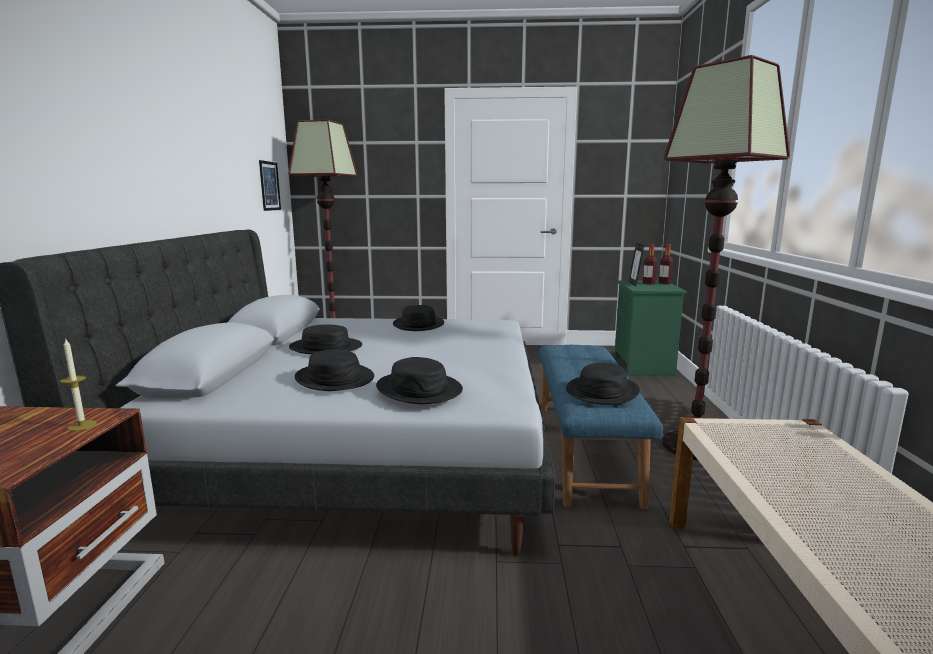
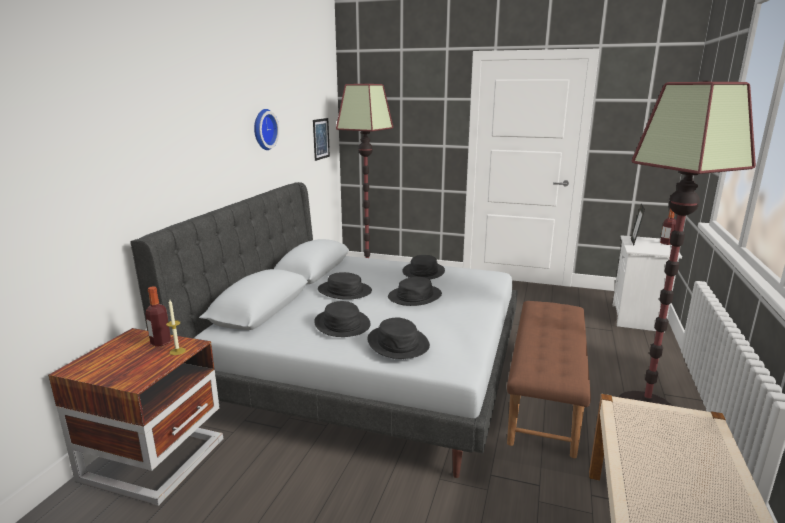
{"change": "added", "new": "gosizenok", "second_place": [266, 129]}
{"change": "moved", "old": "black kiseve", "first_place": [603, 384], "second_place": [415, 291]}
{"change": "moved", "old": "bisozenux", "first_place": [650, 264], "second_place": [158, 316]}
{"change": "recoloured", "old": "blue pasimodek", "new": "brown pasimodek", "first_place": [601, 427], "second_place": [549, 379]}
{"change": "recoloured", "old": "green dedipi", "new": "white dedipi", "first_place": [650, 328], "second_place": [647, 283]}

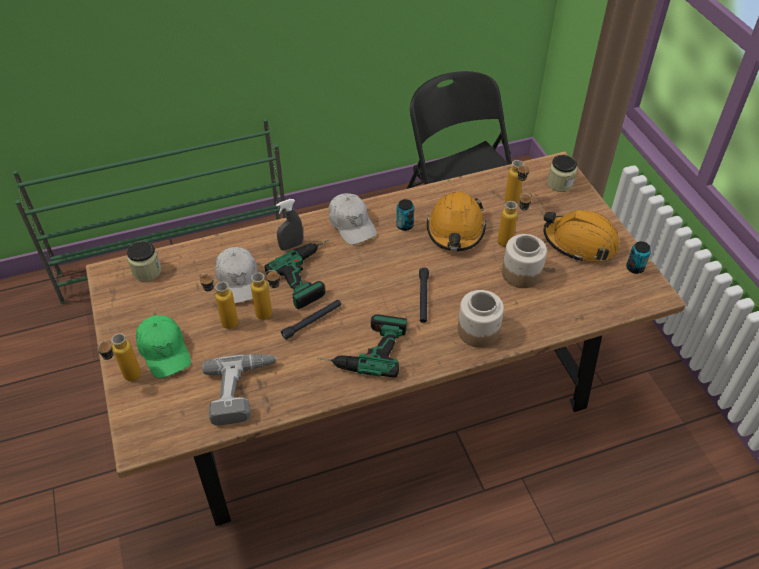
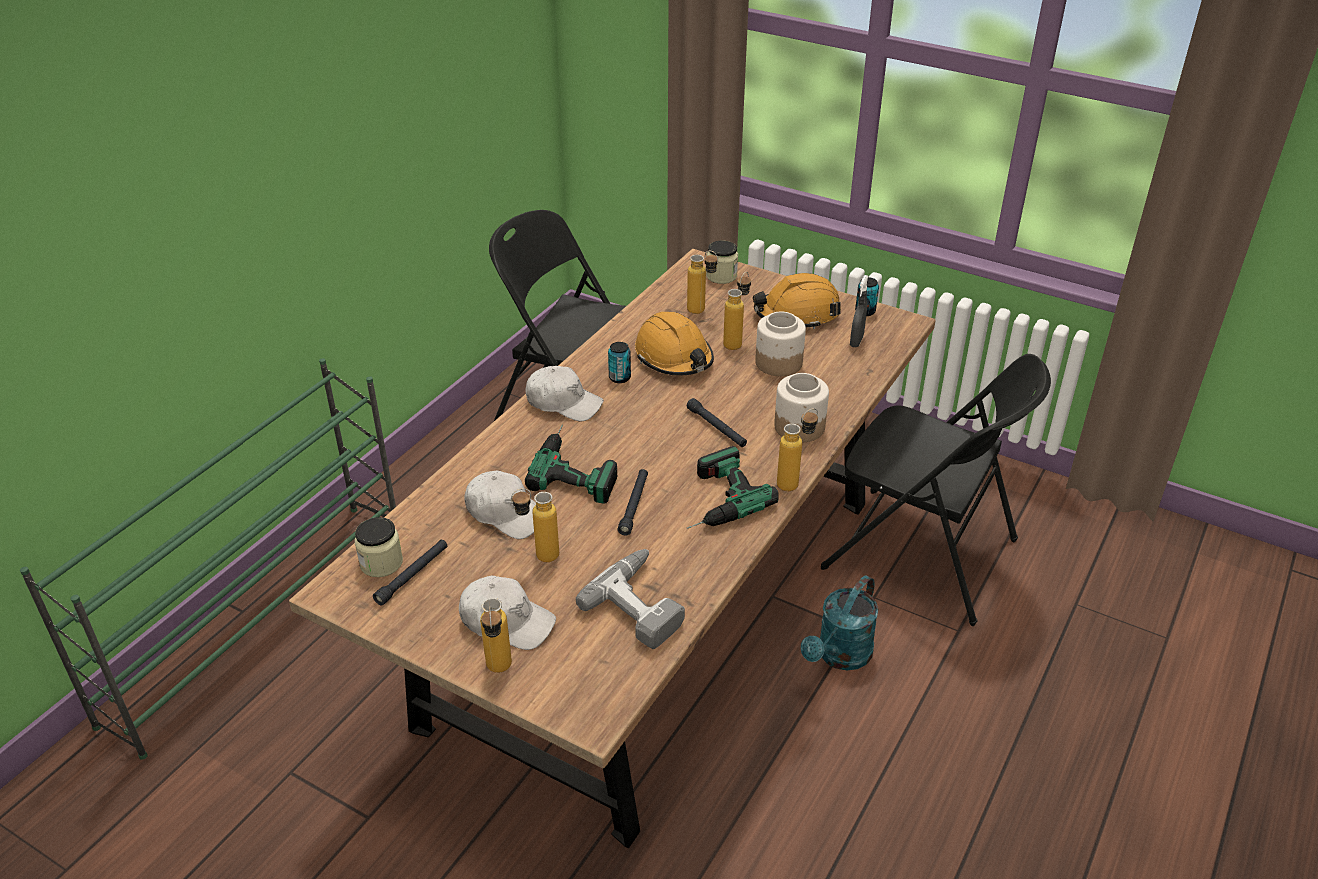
{"change": "added", "new": "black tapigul", "second_place": [410, 573]}
{"change": "added", "new": "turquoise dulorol", "second_place": [839, 622]}
{"change": "added", "new": "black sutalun", "second_place": [936, 490]}
{"change": "moved", "old": "bisozenux", "first_place": [266, 295], "second_place": [797, 449]}
{"change": "moved", "old": "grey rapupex", "first_place": [289, 224], "second_place": [859, 311]}
{"change": "recoloured", "old": "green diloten", "new": "white diloten", "first_place": [163, 346], "second_place": [507, 613]}

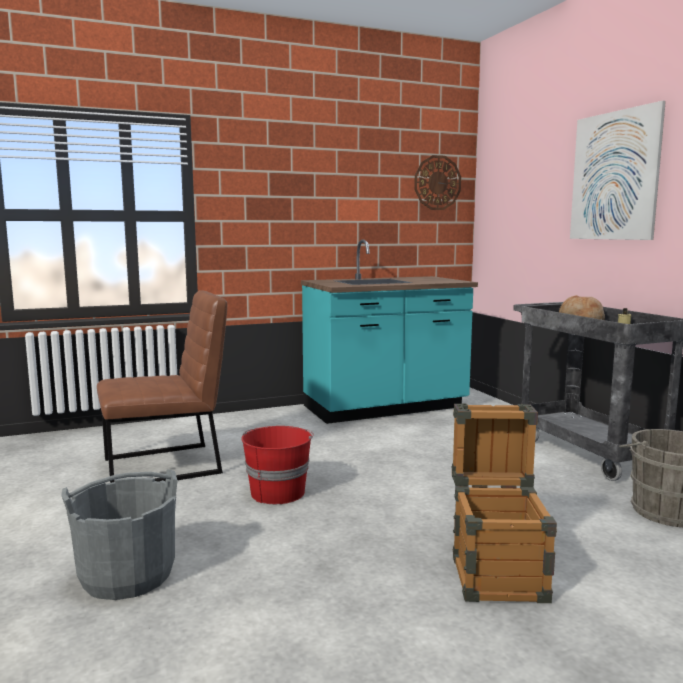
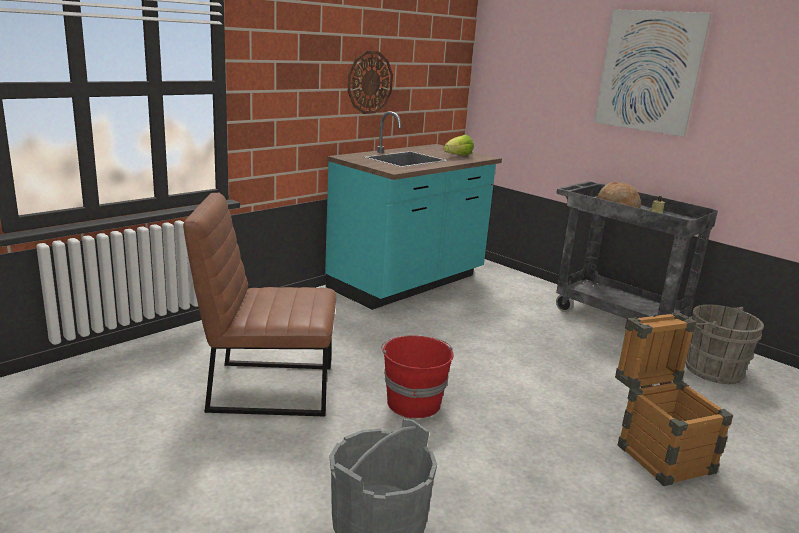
{"change": "added", "new": "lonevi", "second_place": [459, 145]}
{"change": "moved", "old": "gosizenok", "first_place": [437, 182], "second_place": [370, 82]}
{"change": "turned", "old": "brown sutalun", "first_place": [162, 386], "second_place": [259, 305], "degrees": -135}

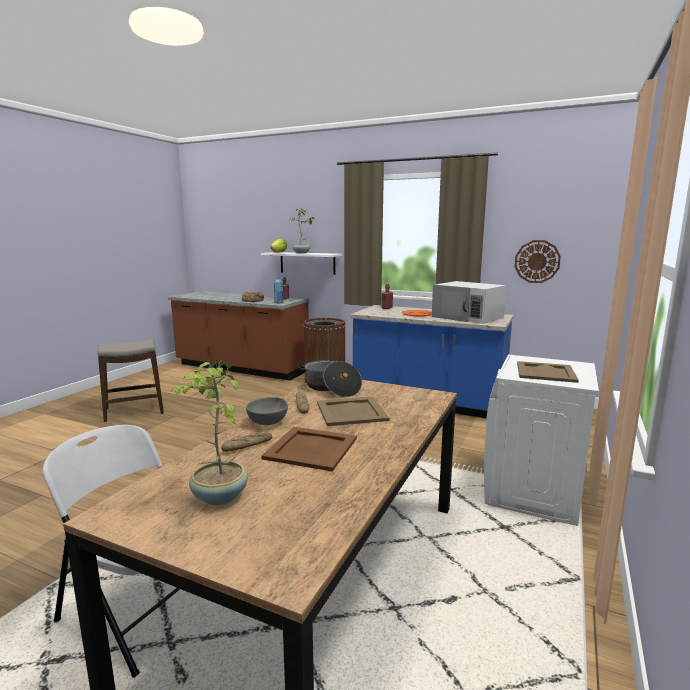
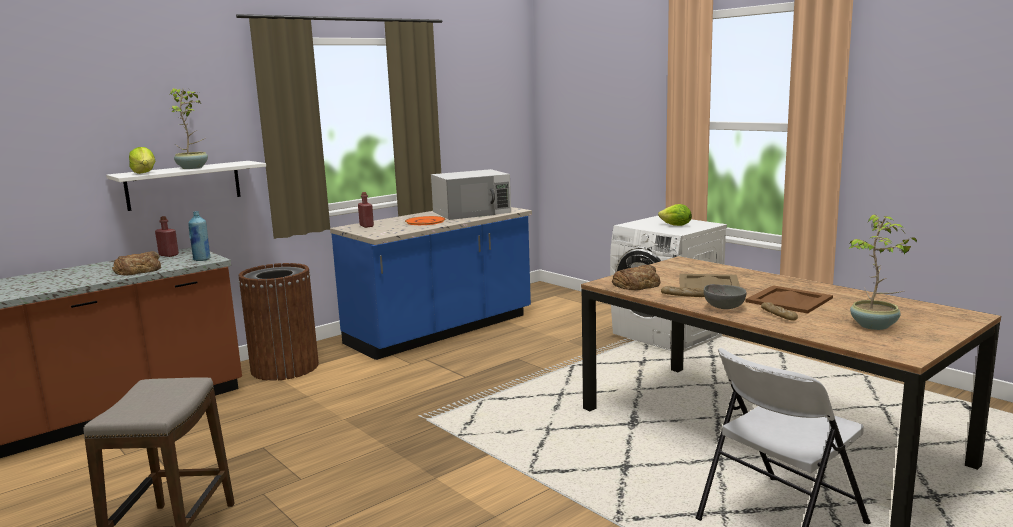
{"change": "removed", "old": "gosizenok", "first_place": [538, 261]}
{"change": "replaced", "old": "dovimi", "new": "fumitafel", "first_place": [329, 378], "second_place": [636, 277]}
{"change": "replaced", "old": "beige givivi", "new": "lonevi", "first_place": [548, 372], "second_place": [675, 215]}

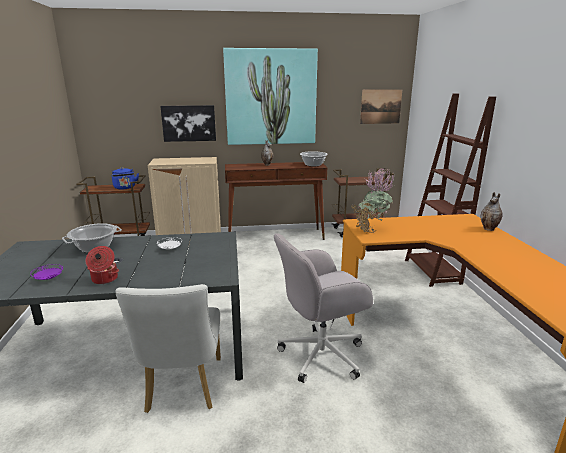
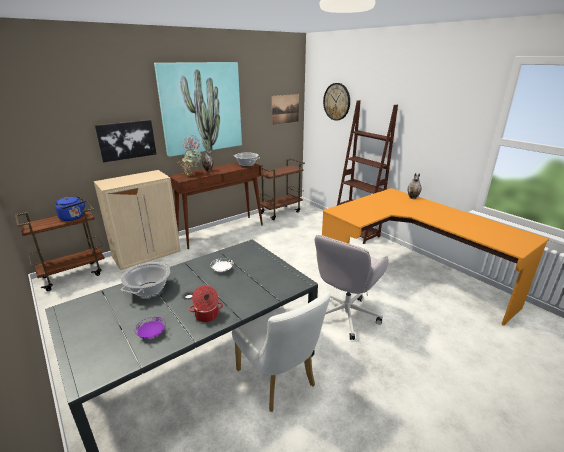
{"change": "added", "new": "gosizenok", "second_place": [336, 102]}
{"change": "moved", "old": "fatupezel", "first_place": [373, 200], "second_place": [190, 156]}

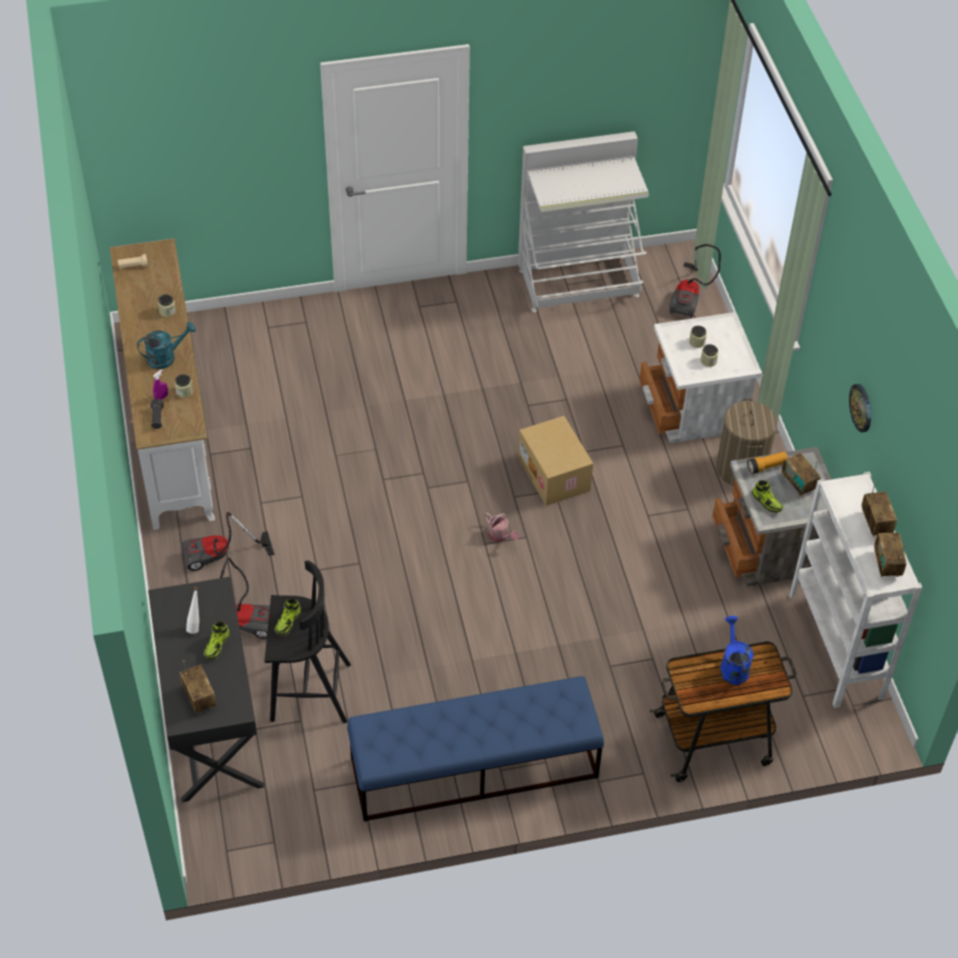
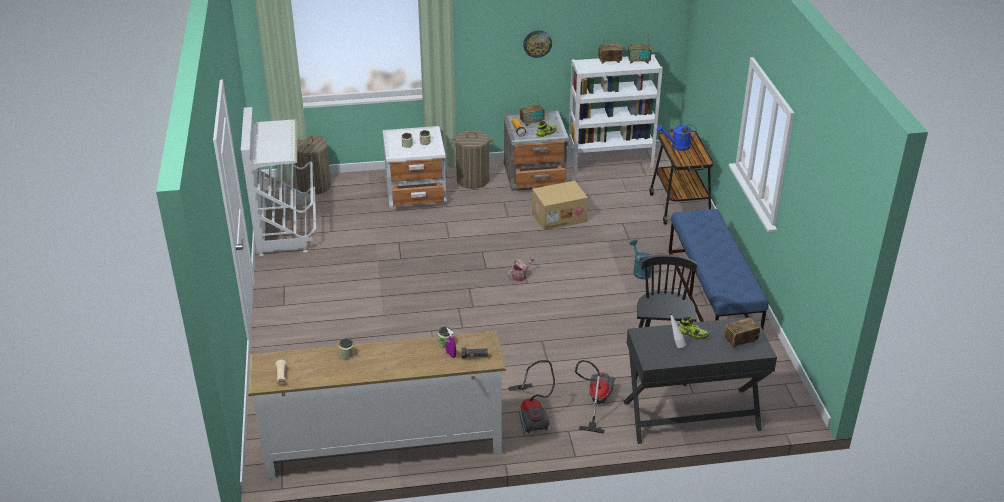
{"change": "removed", "old": "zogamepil", "first_place": [288, 617]}
{"change": "moved", "old": "turquoise dulorol", "first_place": [166, 345], "second_place": [641, 259]}
{"change": "moved", "old": "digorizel", "first_place": [555, 461], "second_place": [560, 205]}
{"change": "replaced", "old": "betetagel", "new": "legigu", "first_place": [695, 281], "second_place": [313, 165]}

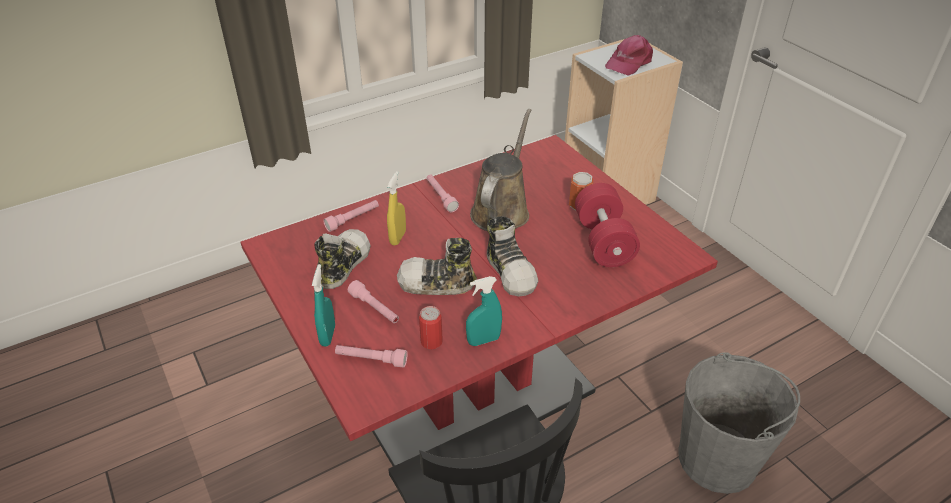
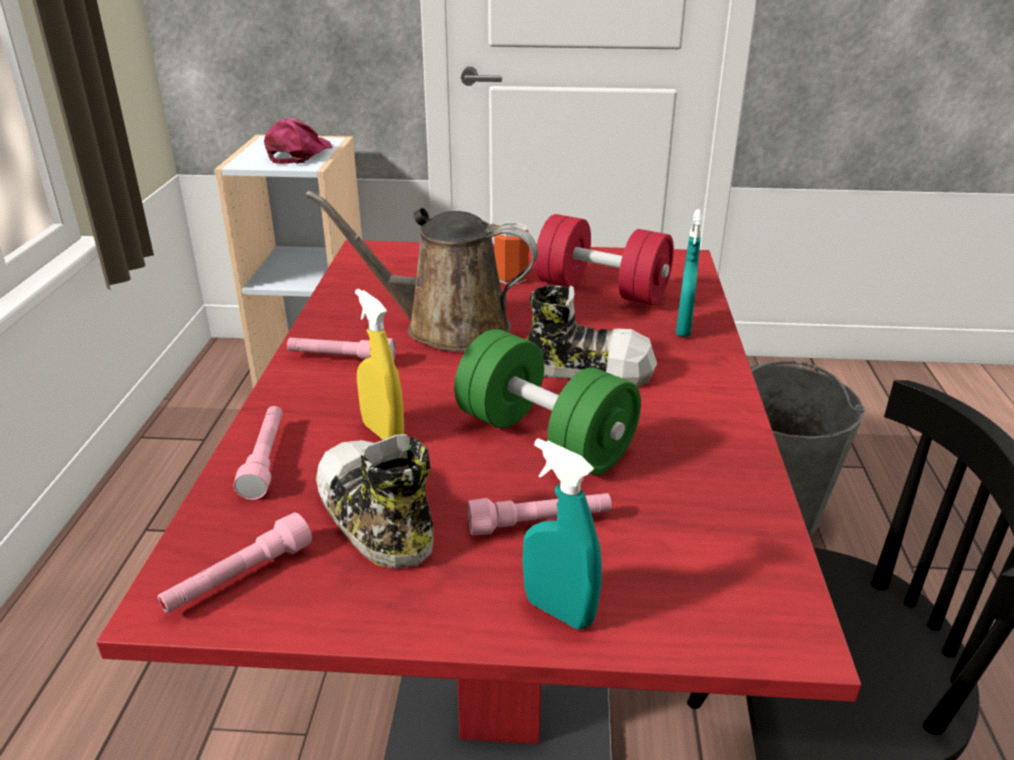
{"change": "removed", "old": "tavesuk", "first_place": [431, 327]}
{"change": "moved", "old": "pink tapigul", "first_place": [371, 356], "second_place": [235, 562]}
{"change": "moved", "old": "turquoise rapupex", "first_place": [484, 311], "second_place": [689, 273]}
{"change": "replaced", "old": "zogamepil", "new": "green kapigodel", "first_place": [437, 266], "second_place": [547, 402]}
{"change": "turned", "old": "brown dulorol", "first_place": [500, 170], "second_place": [421, 271], "degrees": -45}
{"change": "turned", "old": "pink diloten", "first_place": [629, 55], "second_place": [298, 141], "degrees": -150}

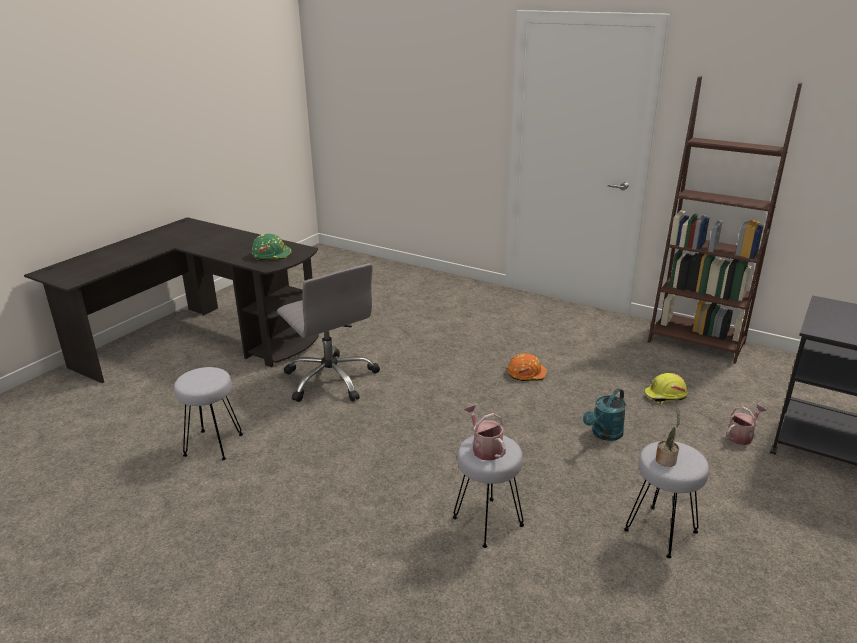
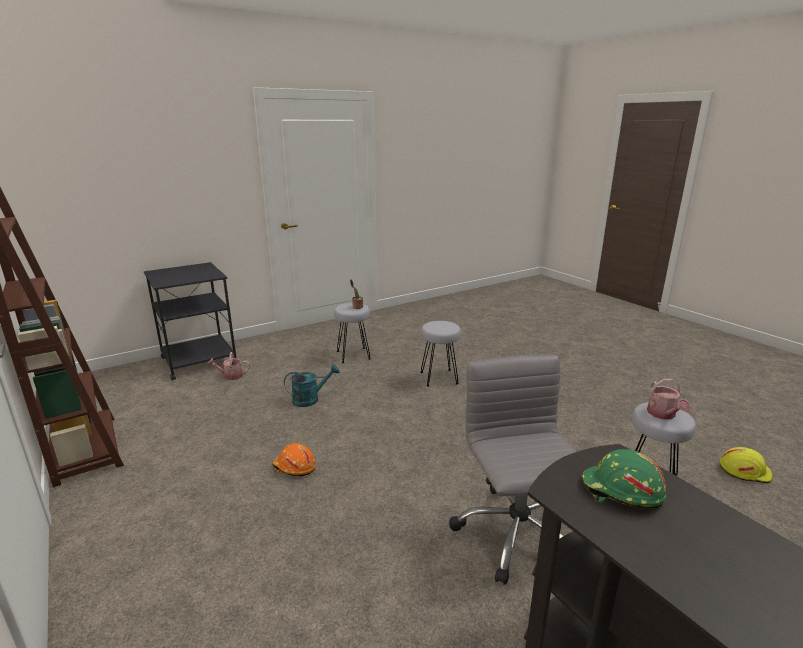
{"change": "moved", "old": "dulorol", "first_place": [485, 433], "second_place": [668, 399]}
{"change": "moved", "old": "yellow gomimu", "first_place": [666, 388], "second_place": [746, 465]}

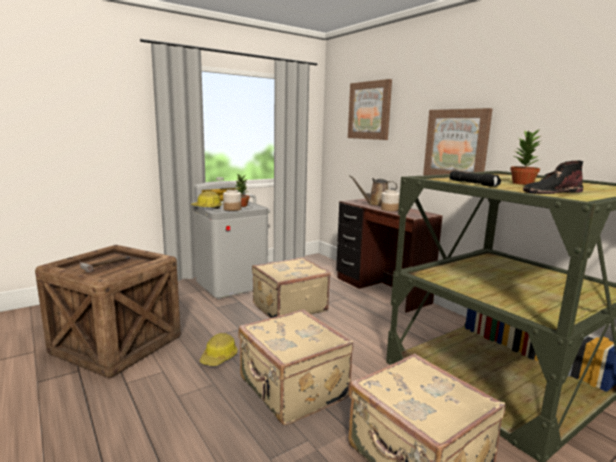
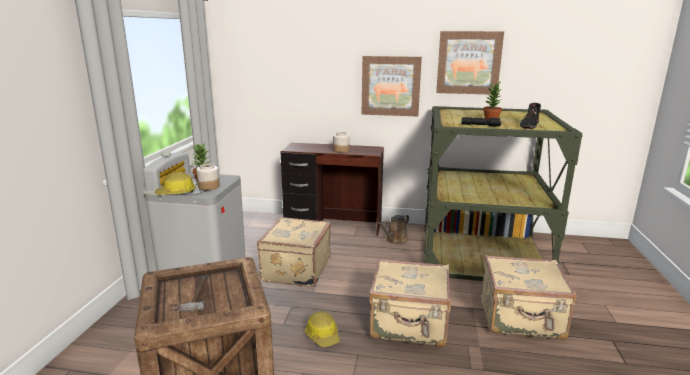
{"change": "moved", "old": "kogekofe", "first_place": [370, 109], "second_place": [470, 63]}
{"change": "moved", "old": "brown dulorol", "first_place": [373, 190], "second_place": [393, 229]}

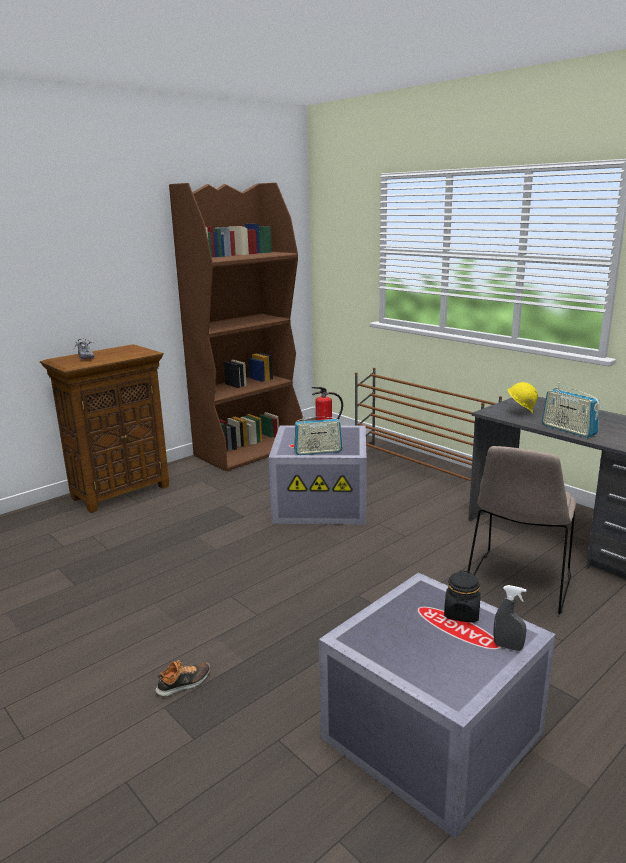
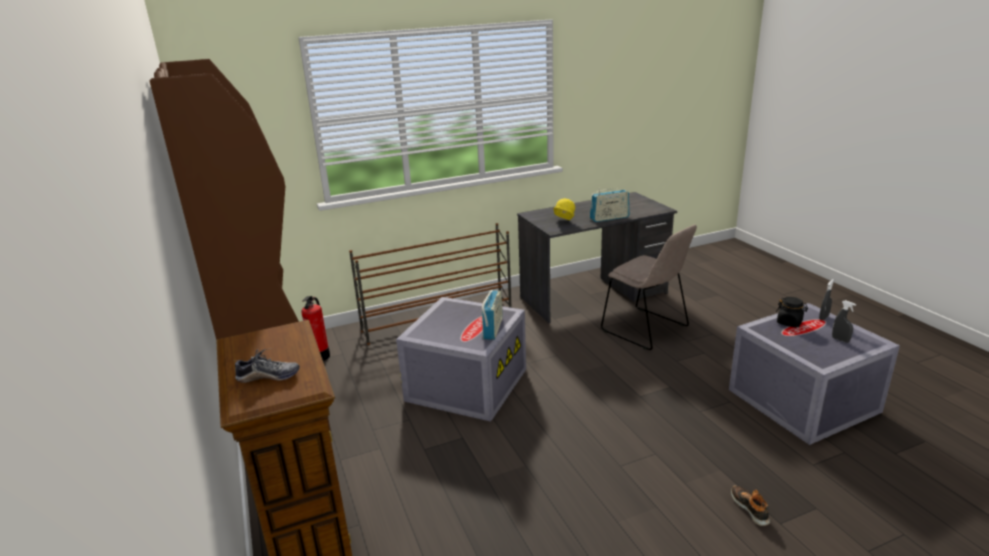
{"change": "added", "new": "grey rapupex", "second_place": [844, 321]}

